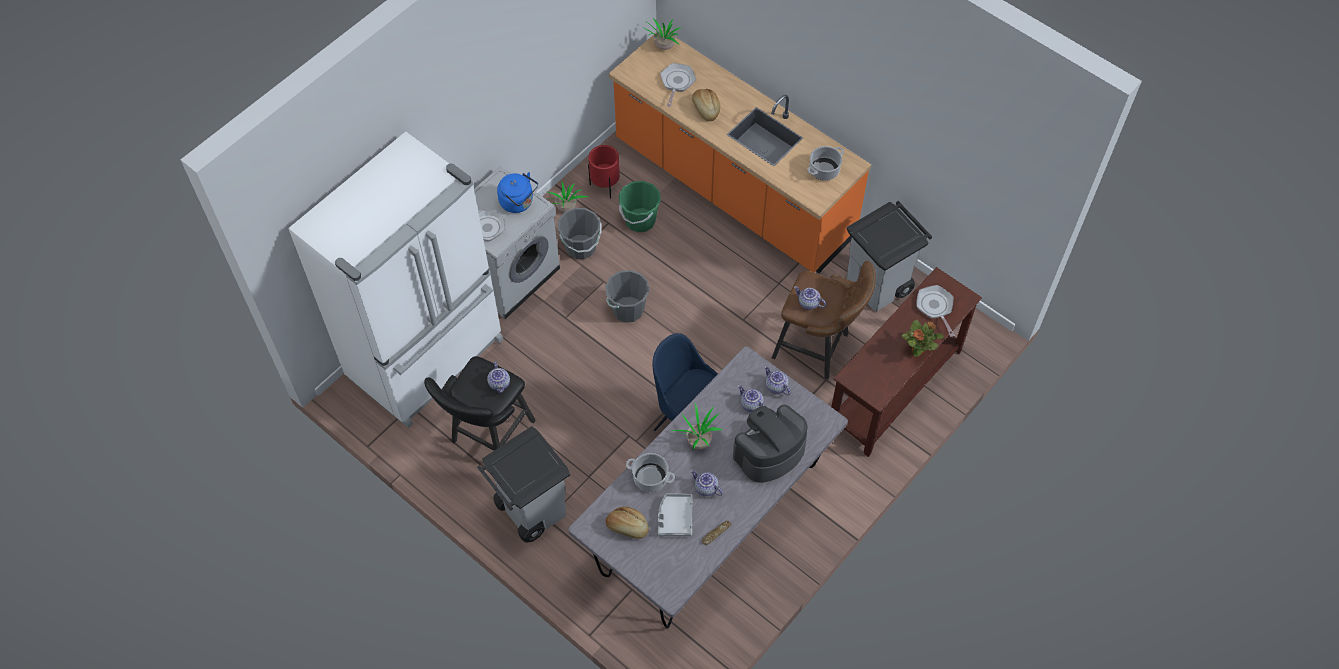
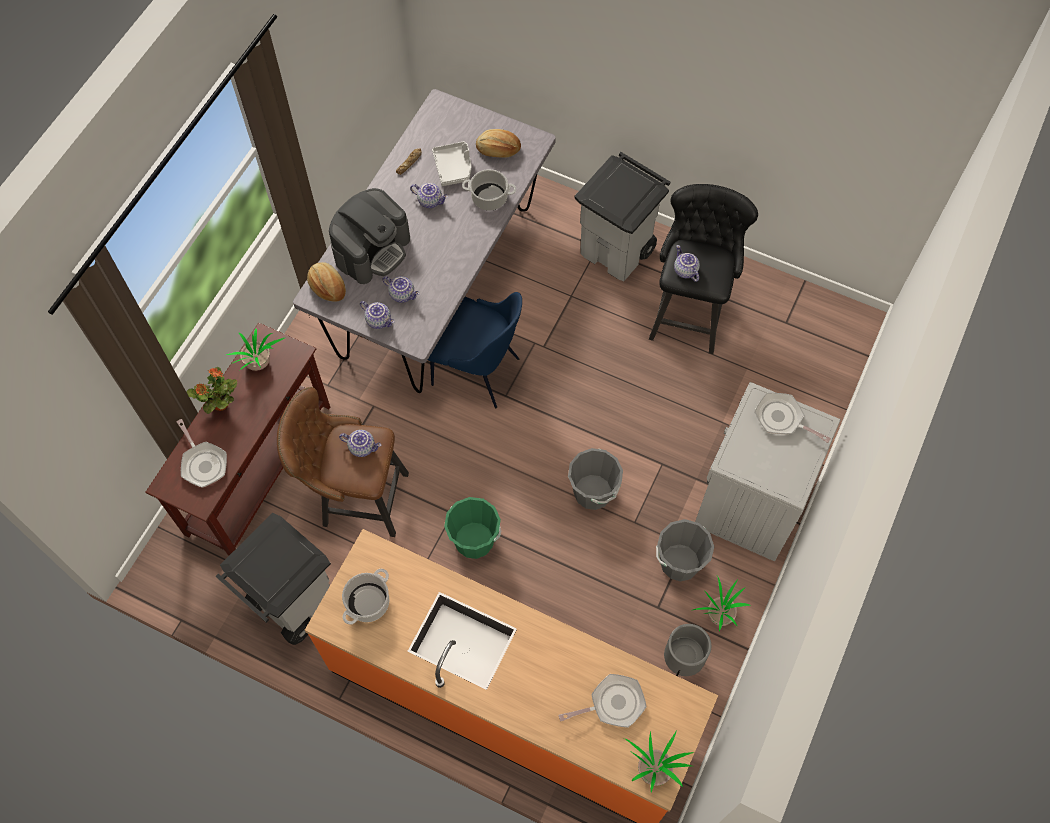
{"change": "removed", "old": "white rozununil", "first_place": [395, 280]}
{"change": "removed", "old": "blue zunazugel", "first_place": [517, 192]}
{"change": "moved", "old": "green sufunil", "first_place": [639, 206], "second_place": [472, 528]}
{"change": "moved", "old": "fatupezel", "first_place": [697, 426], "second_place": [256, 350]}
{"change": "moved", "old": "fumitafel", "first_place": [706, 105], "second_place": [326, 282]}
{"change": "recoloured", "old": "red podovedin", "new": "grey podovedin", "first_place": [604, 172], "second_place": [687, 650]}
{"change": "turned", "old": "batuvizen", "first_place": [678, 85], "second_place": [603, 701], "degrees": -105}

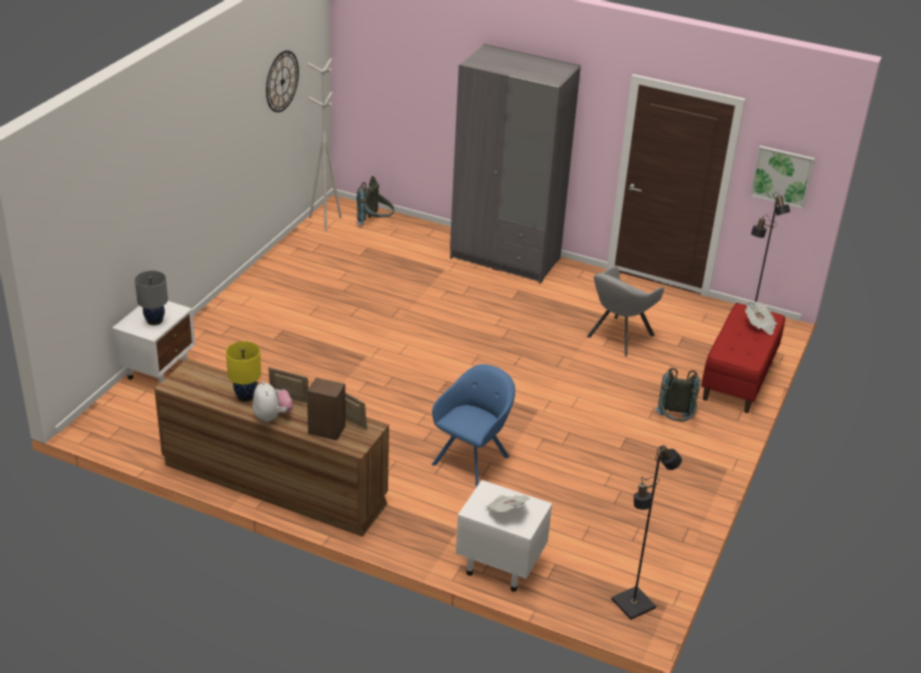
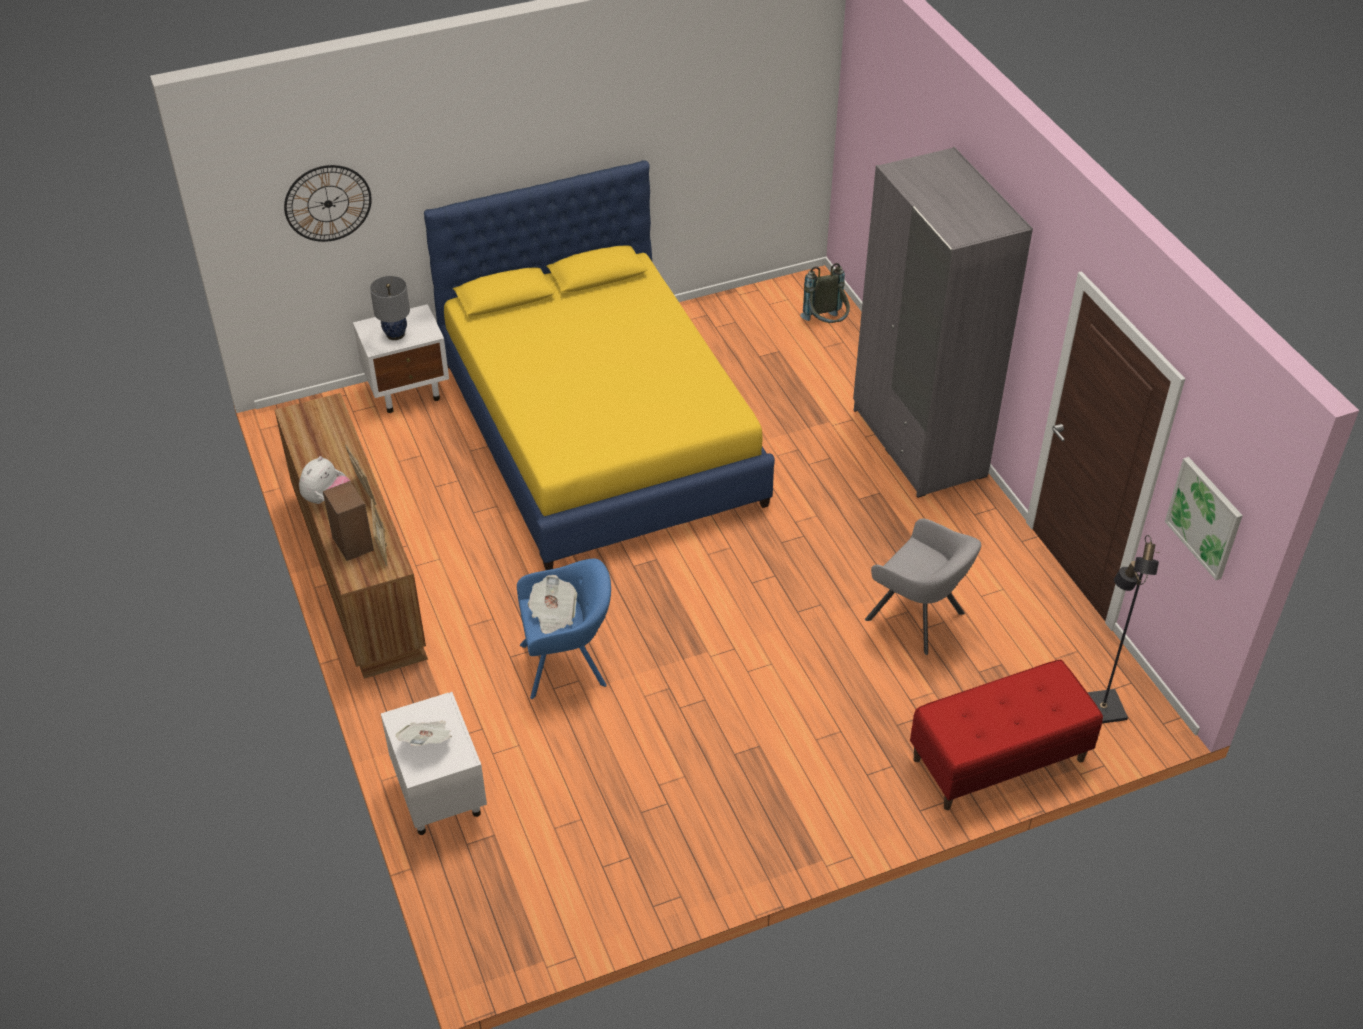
{"change": "removed", "old": "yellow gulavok", "first_place": [243, 371]}
{"change": "removed", "old": "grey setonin", "first_place": [324, 144]}
{"change": "removed", "old": "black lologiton", "first_place": [647, 532]}
{"change": "removed", "old": "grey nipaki", "first_place": [677, 395]}
{"change": "added", "new": "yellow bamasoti", "second_place": [599, 365]}
{"change": "moved", "old": "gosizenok", "first_place": [282, 81], "second_place": [328, 203]}
{"change": "moved", "old": "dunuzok", "first_place": [761, 318], "second_place": [552, 604]}
{"change": "turned", "old": "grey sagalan", "first_place": [625, 311], "second_place": [923, 586], "degrees": -135}

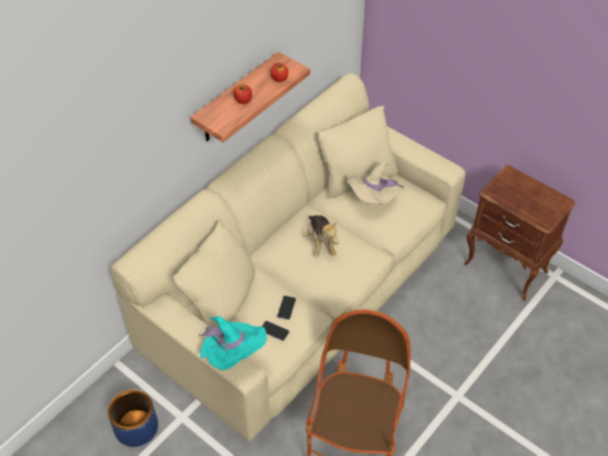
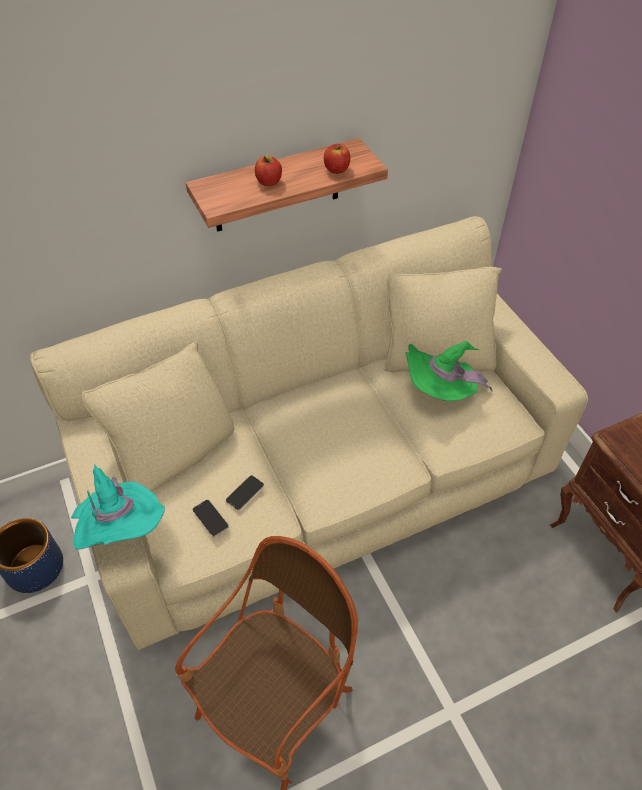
{"change": "removed", "old": "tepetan", "first_place": [321, 236]}
{"change": "recoloured", "old": "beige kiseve", "new": "green kiseve", "first_place": [374, 182], "second_place": [448, 371]}

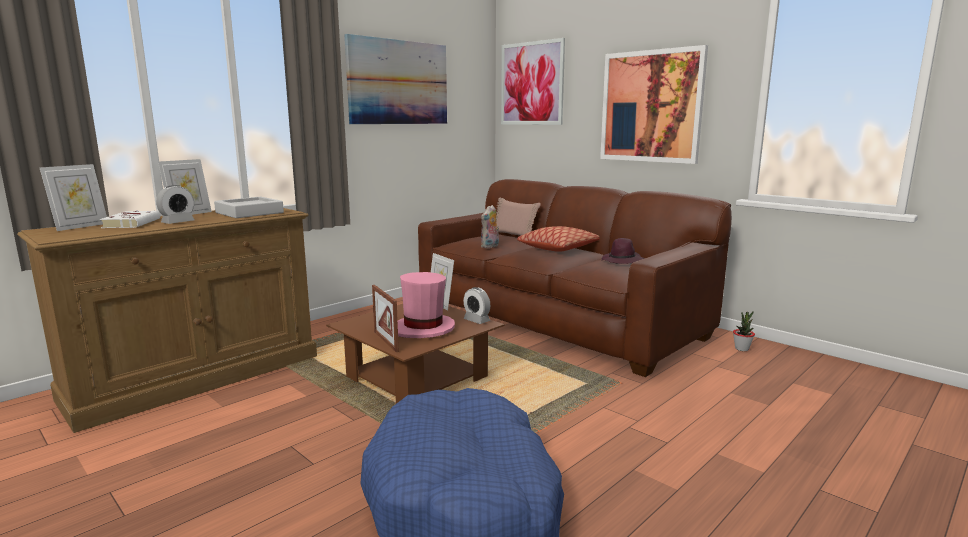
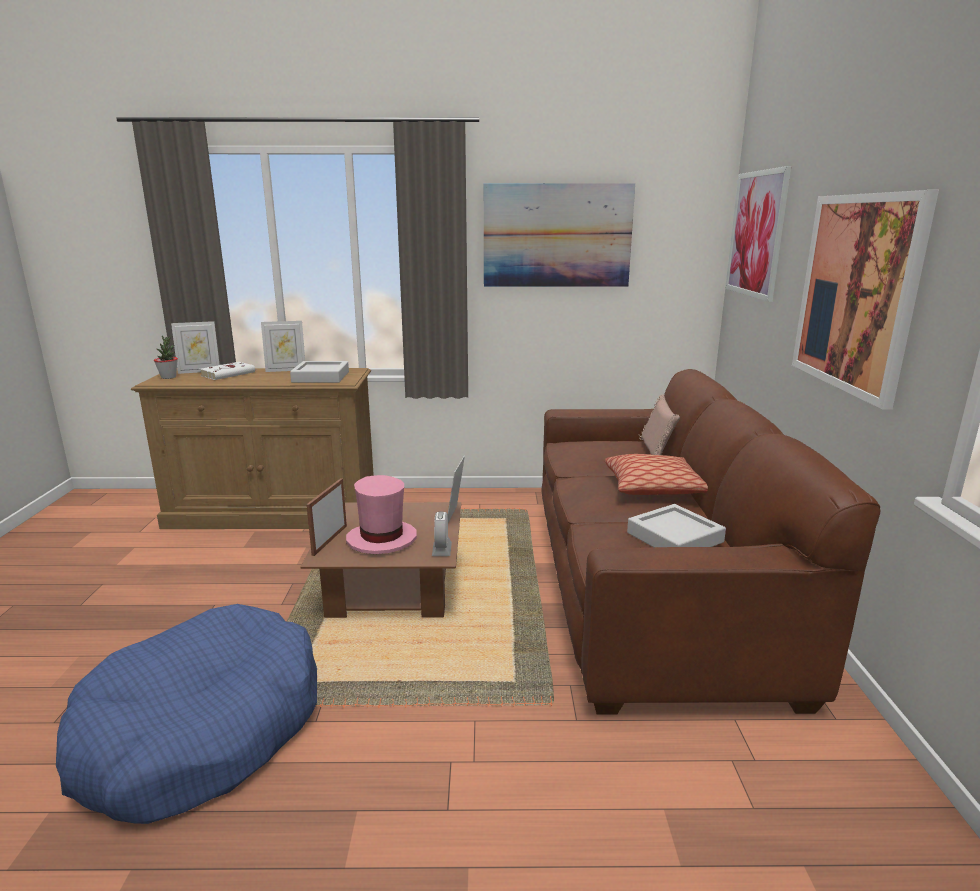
{"change": "removed", "old": "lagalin", "first_place": [175, 204]}
{"change": "removed", "old": "tepetan", "first_place": [490, 226]}
{"change": "moved", "old": "fatupezel", "first_place": [744, 331], "second_place": [166, 357]}
{"change": "replaced", "old": "purple kiseve", "new": "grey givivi", "first_place": [623, 251], "second_place": [676, 525]}

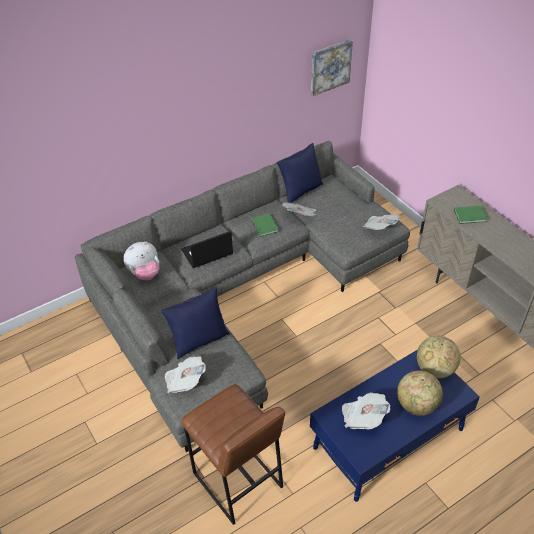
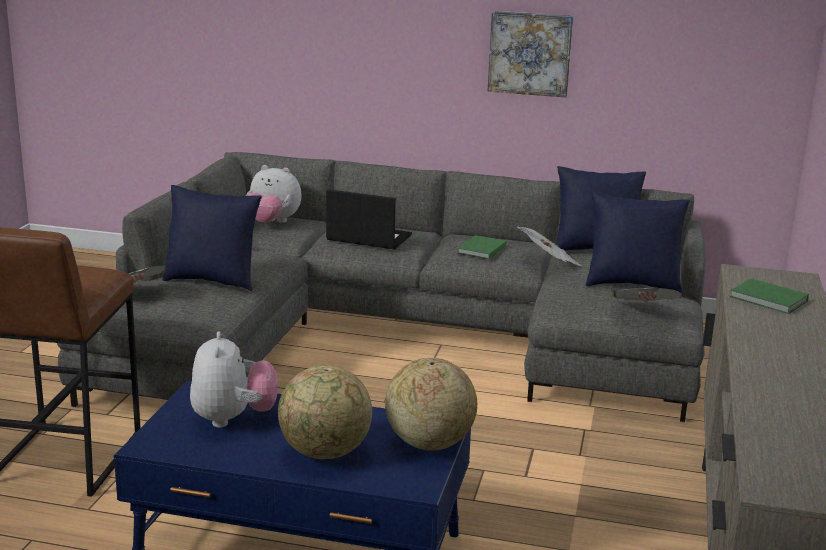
{"change": "added", "new": "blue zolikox", "second_place": [638, 242]}
{"change": "moved", "old": "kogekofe", "first_place": [332, 67], "second_place": [530, 54]}
{"change": "replaced", "old": "dunuzok", "new": "tepetan", "first_place": [366, 411], "second_place": [234, 380]}

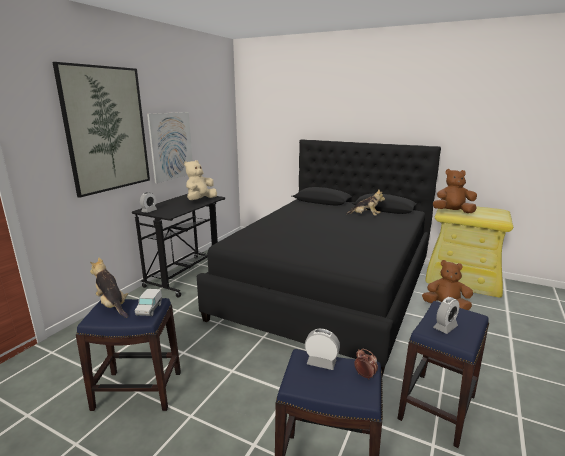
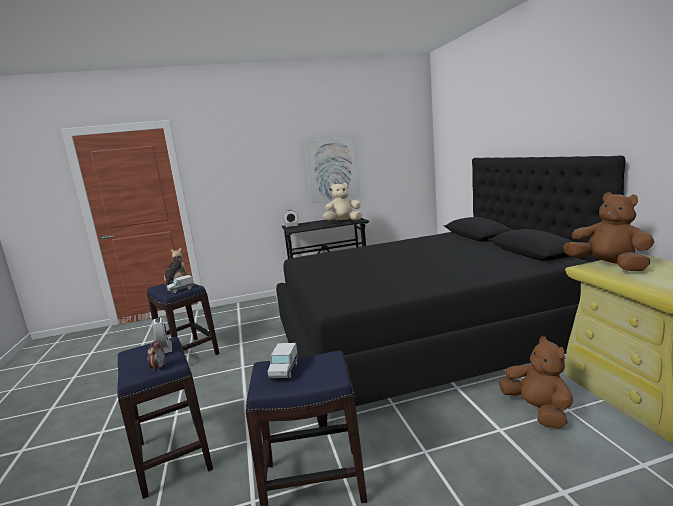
{"change": "removed", "old": "kogekofe", "first_place": [101, 130]}
{"change": "removed", "old": "tepetan", "first_place": [365, 203]}
{"change": "replaced", "old": "lagalin", "new": "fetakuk", "first_place": [446, 315], "second_place": [282, 361]}

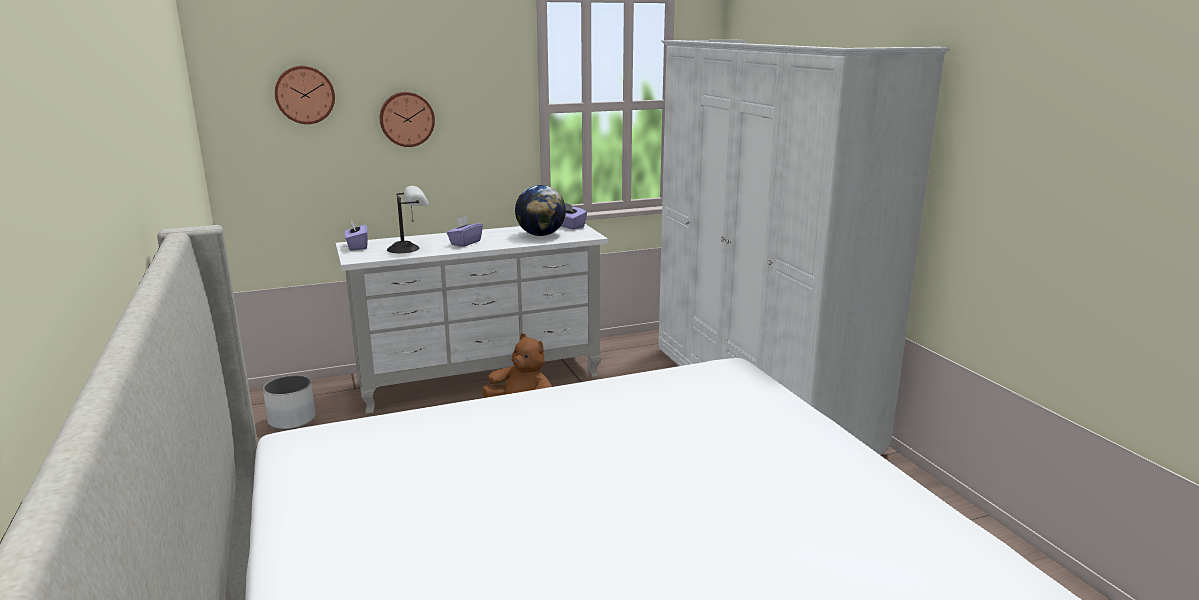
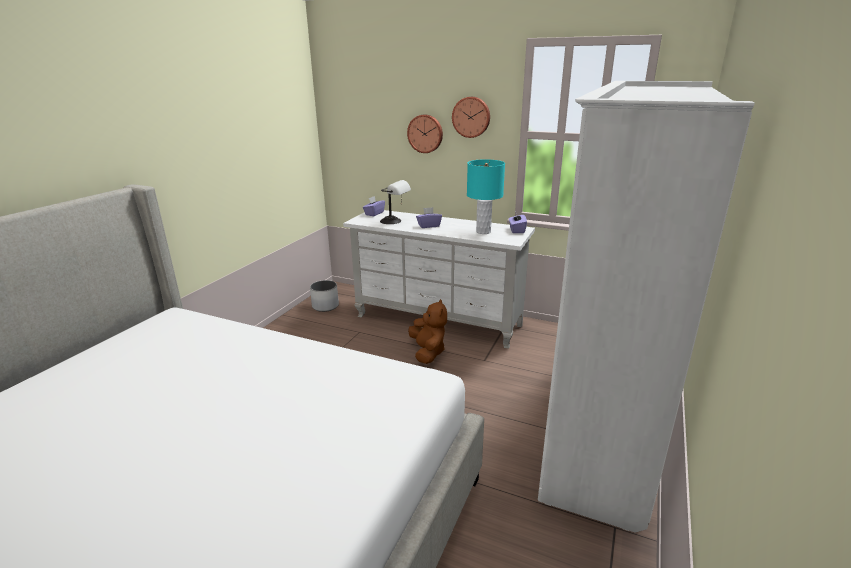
{"change": "moved", "old": "gosizenok", "first_place": [305, 95], "second_place": [471, 117]}
{"change": "replaced", "old": "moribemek", "new": "turquoise gulavok", "first_place": [540, 210], "second_place": [486, 196]}

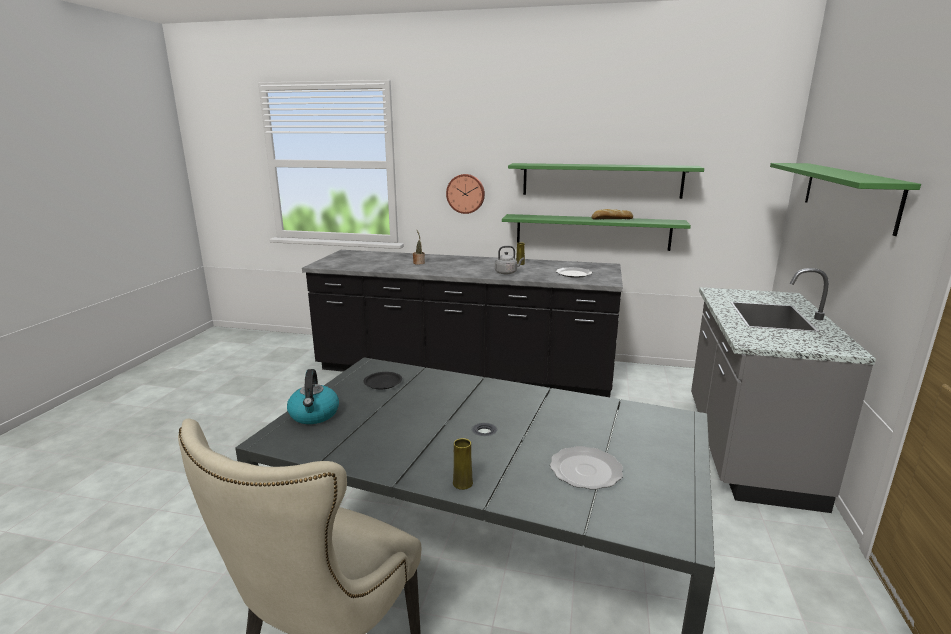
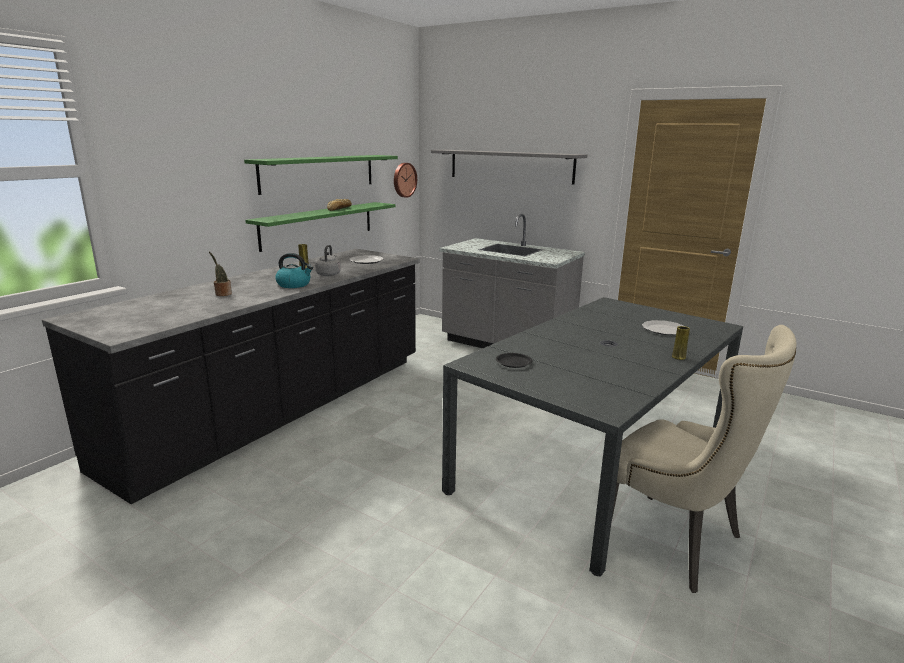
{"change": "moved", "old": "zunazugel", "first_place": [313, 396], "second_place": [294, 270]}
{"change": "moved", "old": "gosizenok", "first_place": [465, 194], "second_place": [405, 180]}
{"change": "recoloured", "old": "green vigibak", "new": "grey vigibak", "first_place": [845, 199], "second_place": [509, 167]}

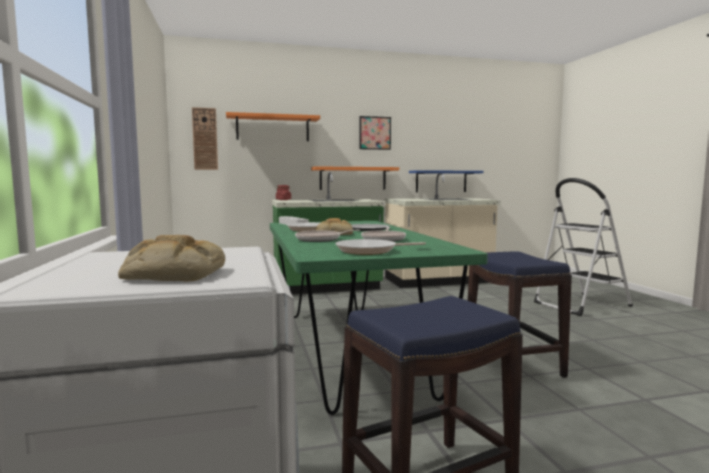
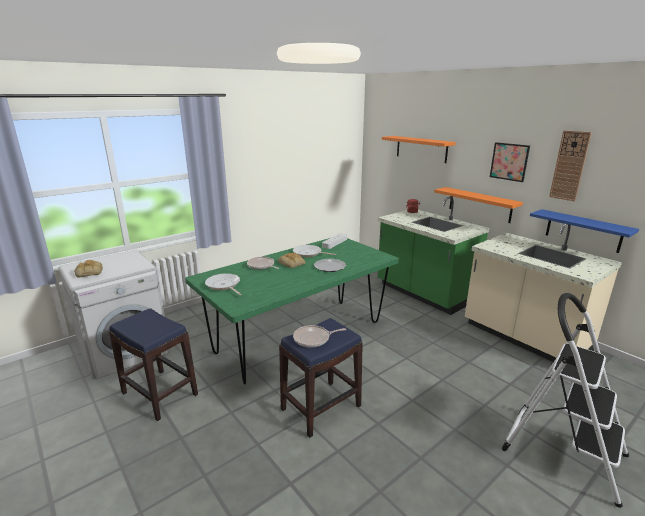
{"change": "moved", "old": "gosizenok", "first_place": [205, 138], "second_place": [570, 166]}
{"change": "moved", "old": "batuvizen", "first_place": [383, 234], "second_place": [319, 336]}

